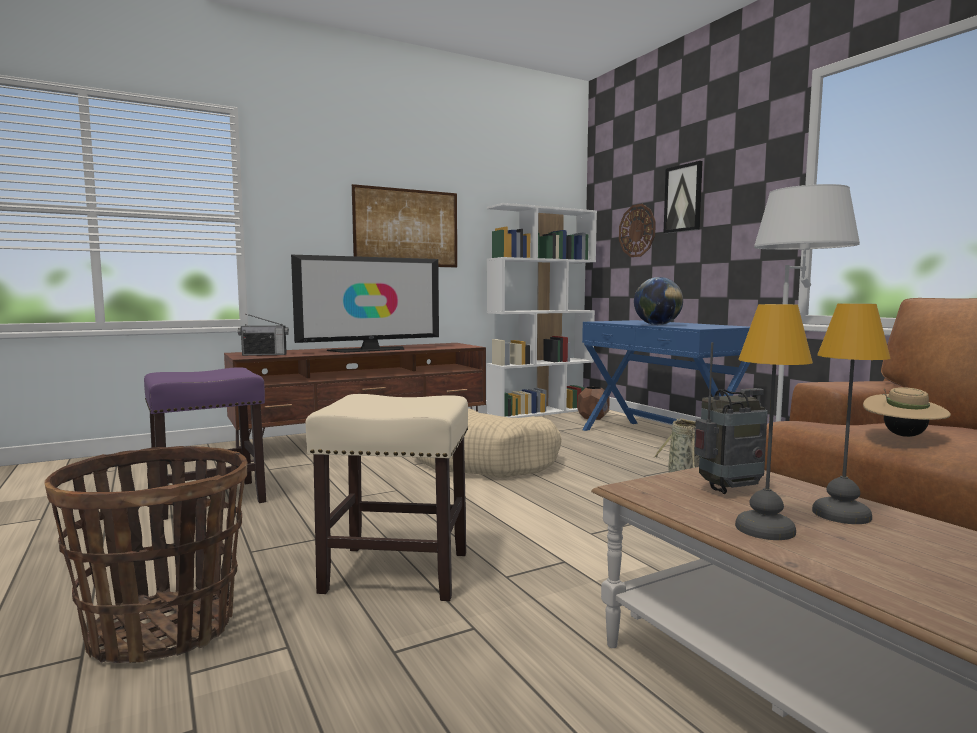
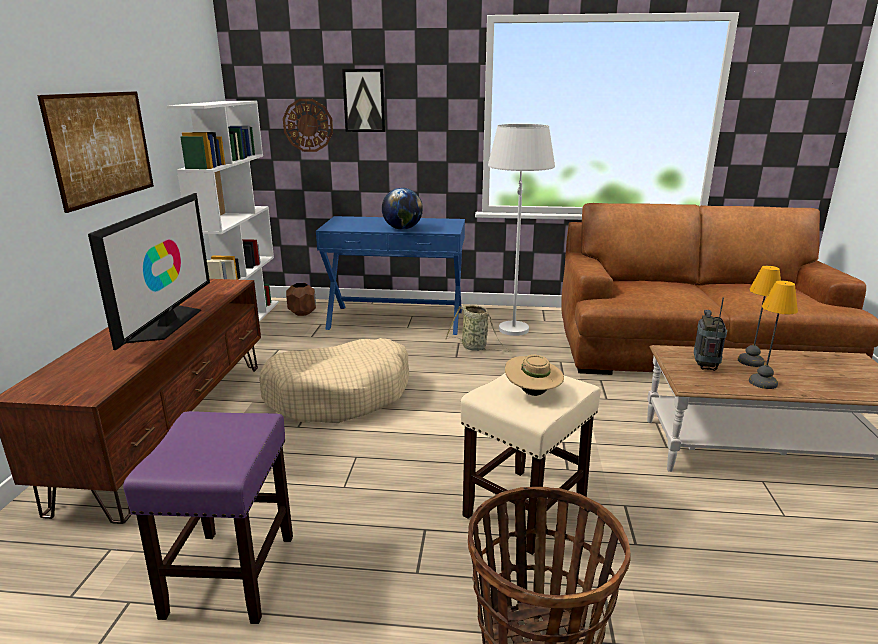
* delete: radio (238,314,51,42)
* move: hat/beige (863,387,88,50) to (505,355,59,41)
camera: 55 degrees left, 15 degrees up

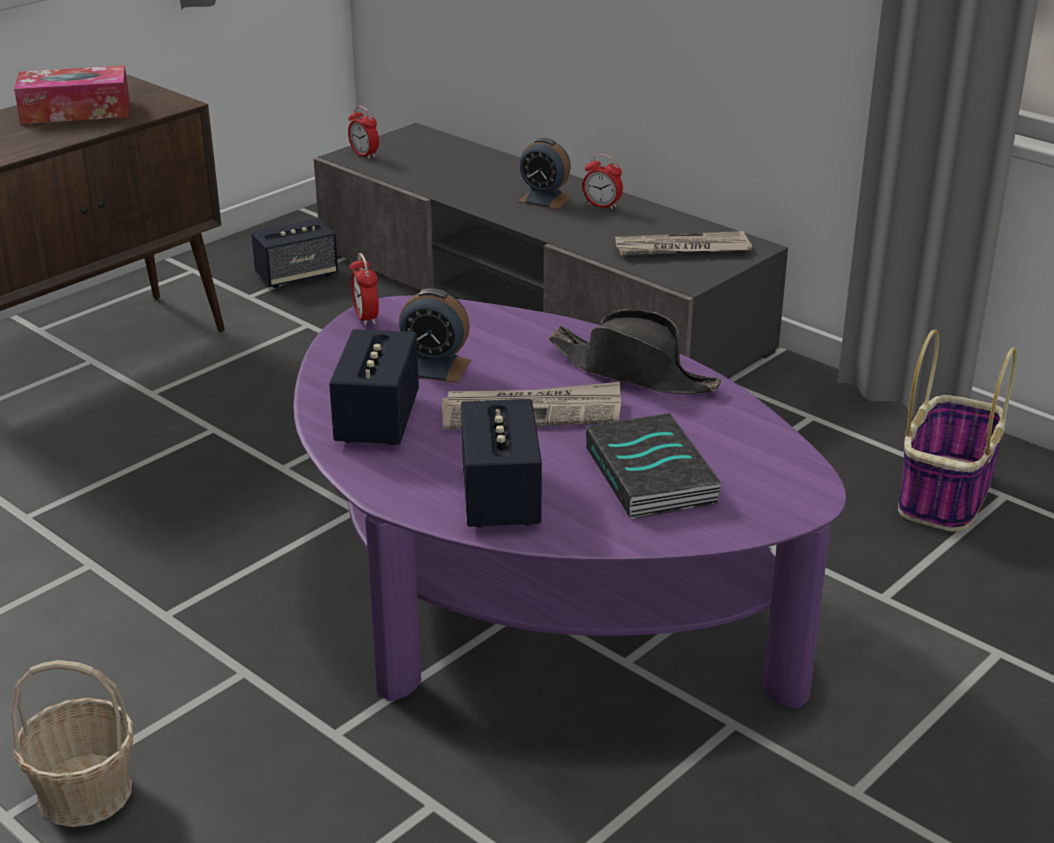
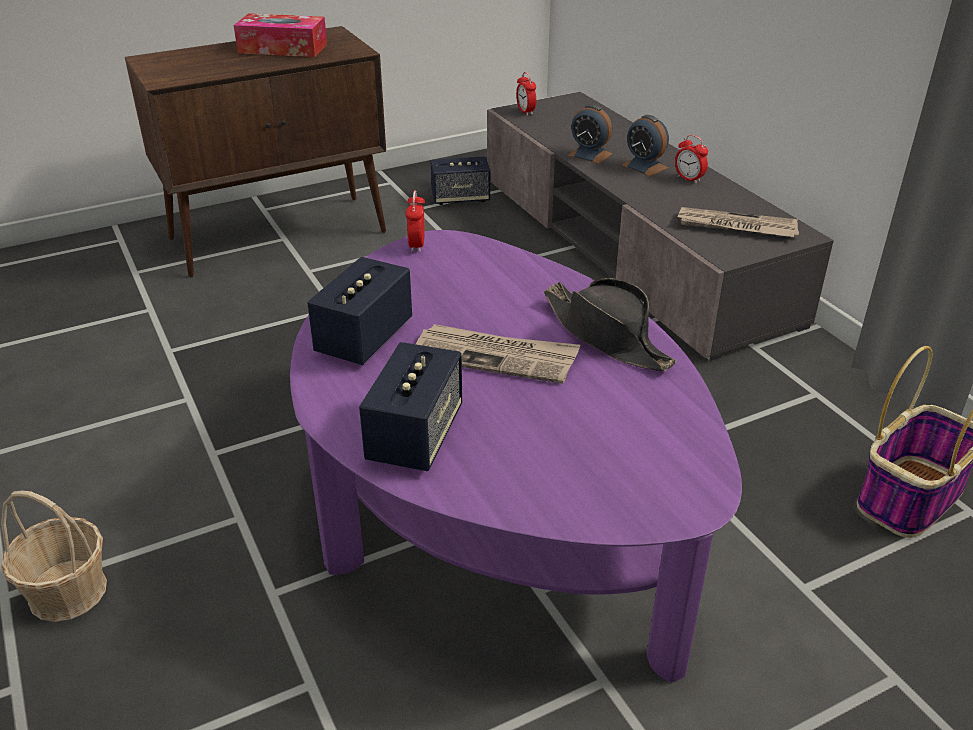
* delete: book (586,413,136,106)
* move: alarm clock (399,288,72,95) to (568,104,45,60)
camera: 20 degrees right, 5 degrees up

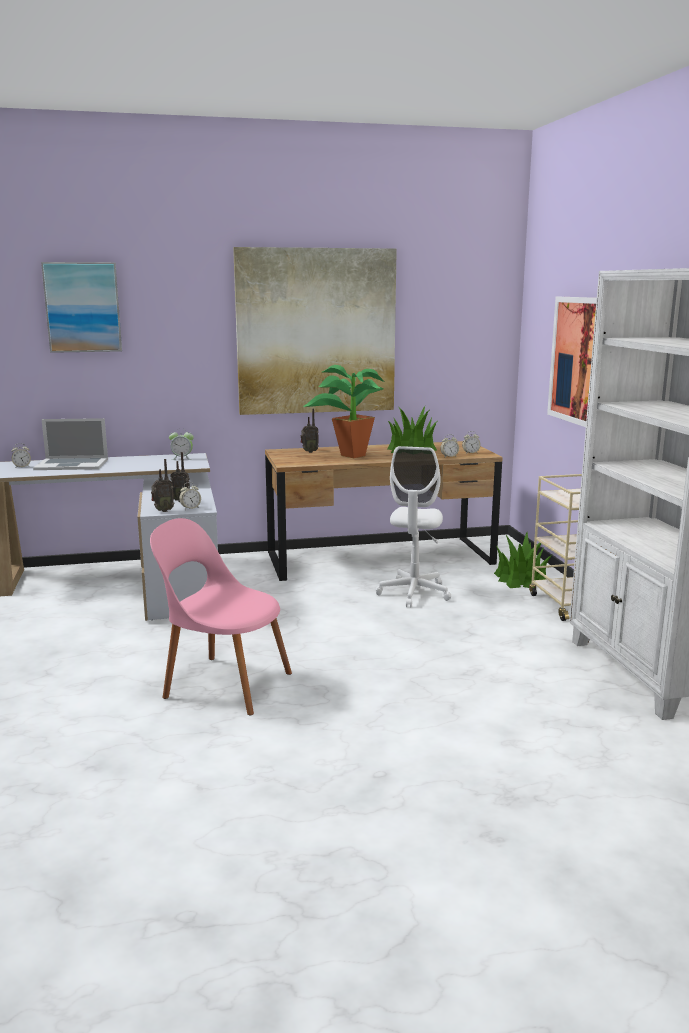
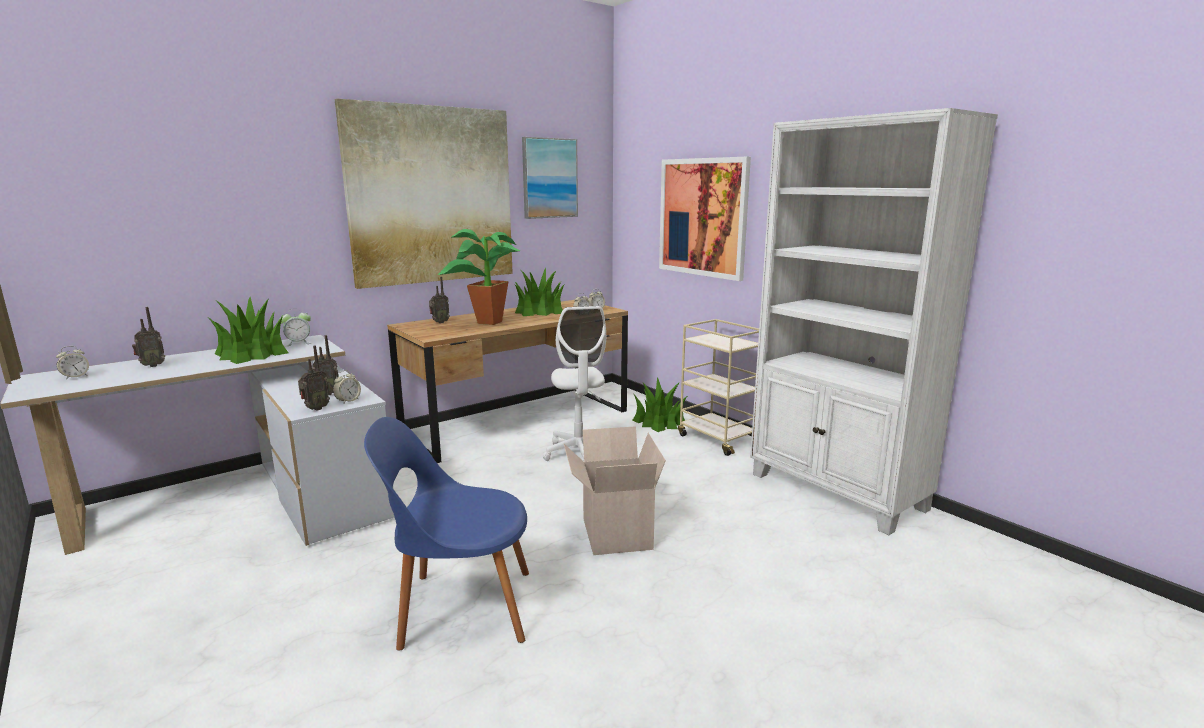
* insert: potted plant (209,297,79,67)
* insert: cardboard box (564,426,102,129)
* move: picture (41,262,81,91) to (522,137,56,82)
* replace: laptop (33,418,75,52) to radio (132,307,33,60)
* recolor: chair/pink (150,518,142,197) to chair/blue (364,417,165,234)
camera: 25 degrees left, 0 degrees up

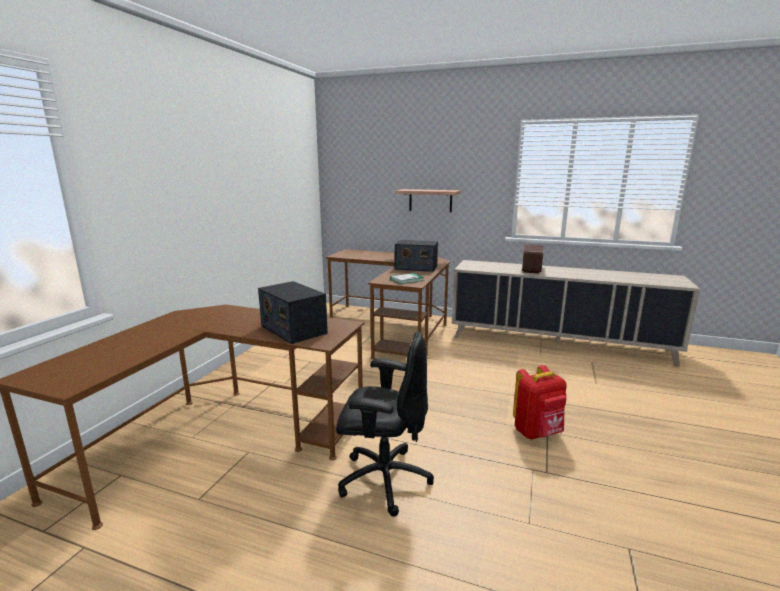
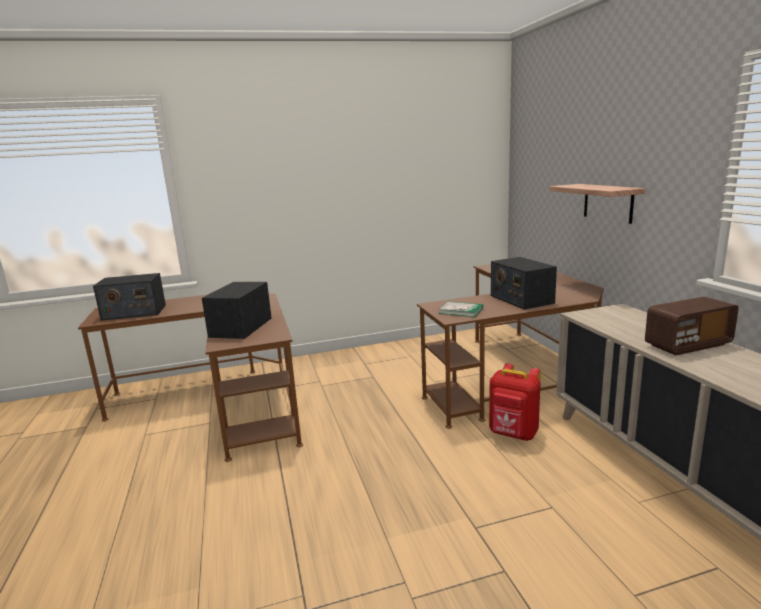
* delete: office chair/black (336,331,98,186)
* insert: radio (93,273,73,48)
* move: backpack/red (513,365,54,74) to (489,363,52,78)
camera: 55 degrees right, 0 degrees up

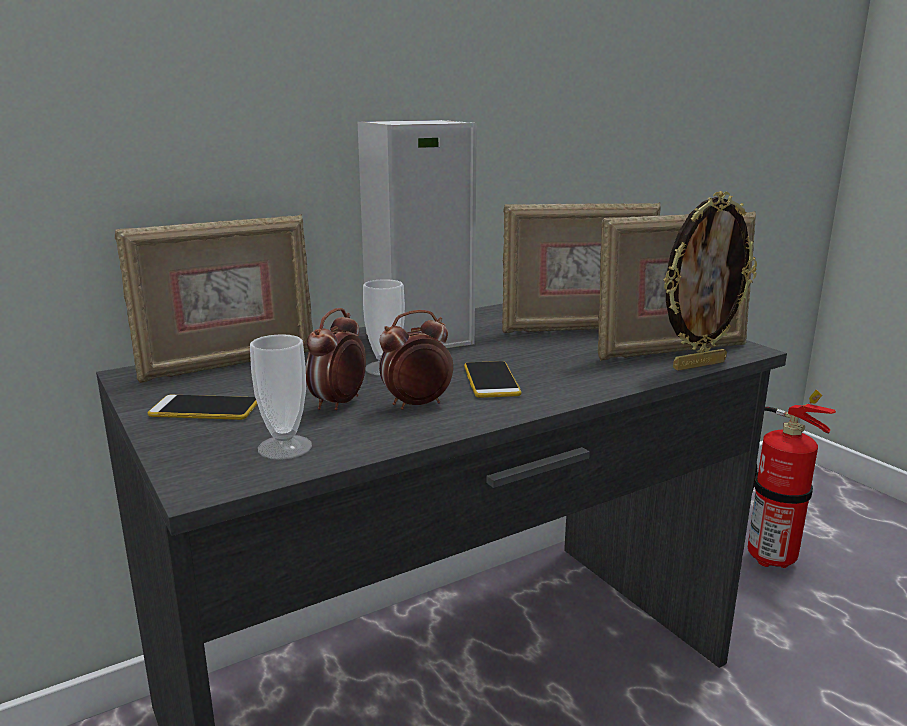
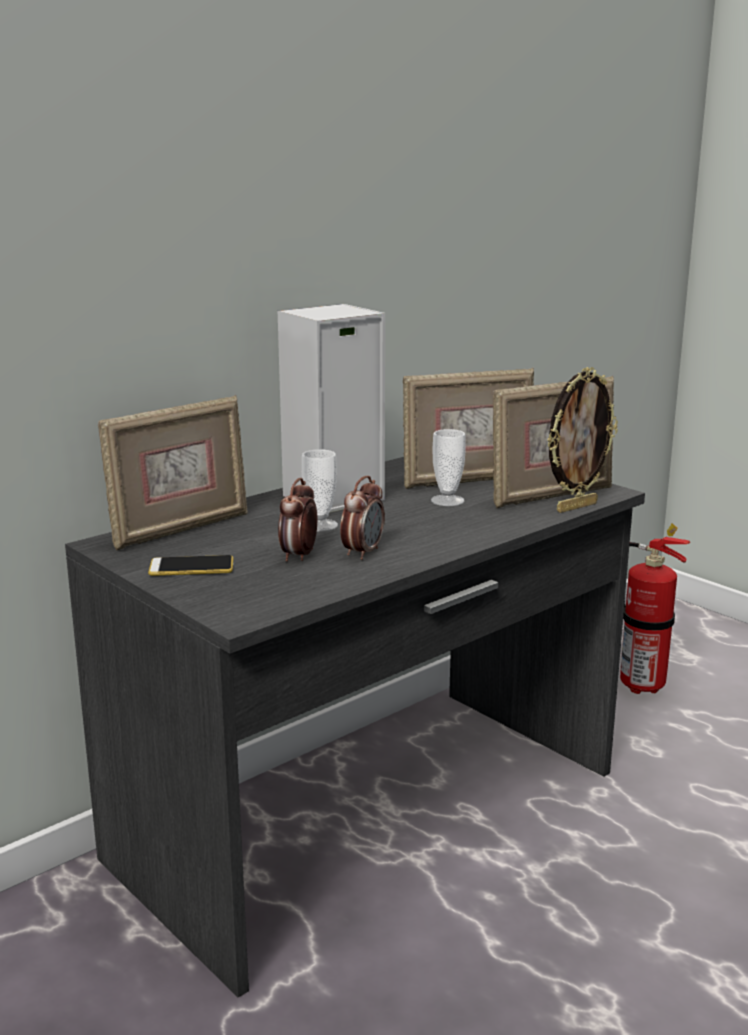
* delete: phone (464,361,58,37)
* move: cup (250,334,62,126) to (431,429,35,77)
* rotate: alarm clock (379,310,74,100) = (340,476,45,84) 150 degrees clockwise
camera: 10 degrees left, 0 degrees up

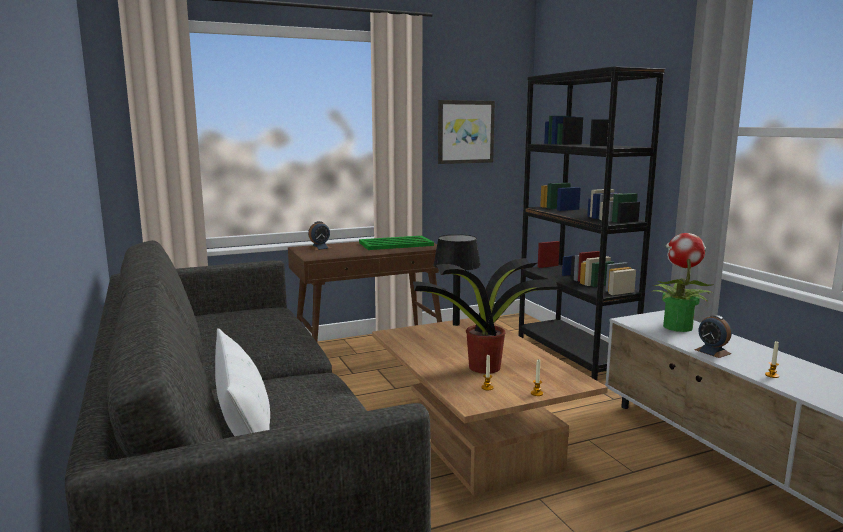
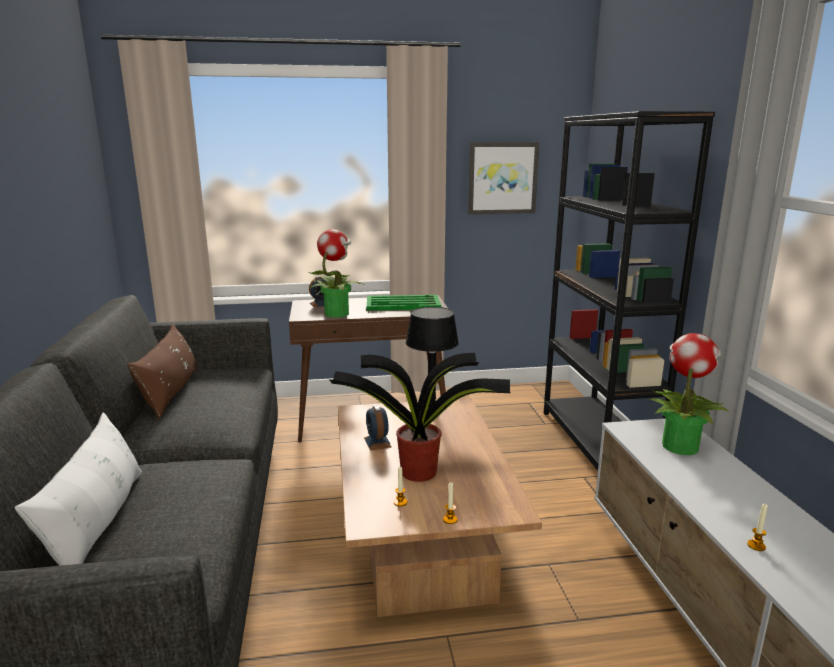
* insert: pillow/brown (127,324,71,95)
* insert: potted plant (309,229,54,89)
* move: alarm clock (694,315,38,43) to (364,405,27,46)
camera: 15 degrees right, 5 degrees up

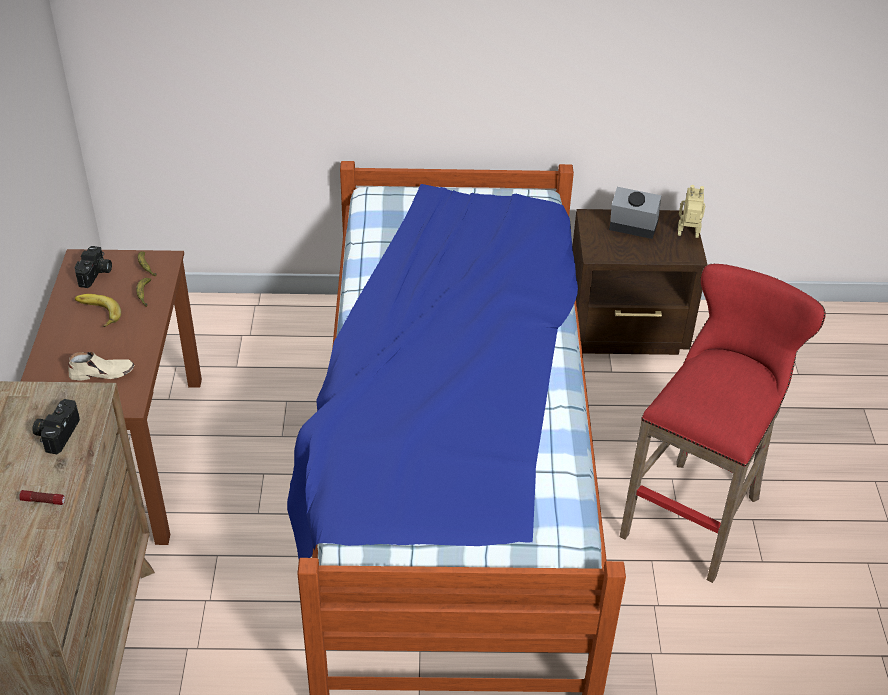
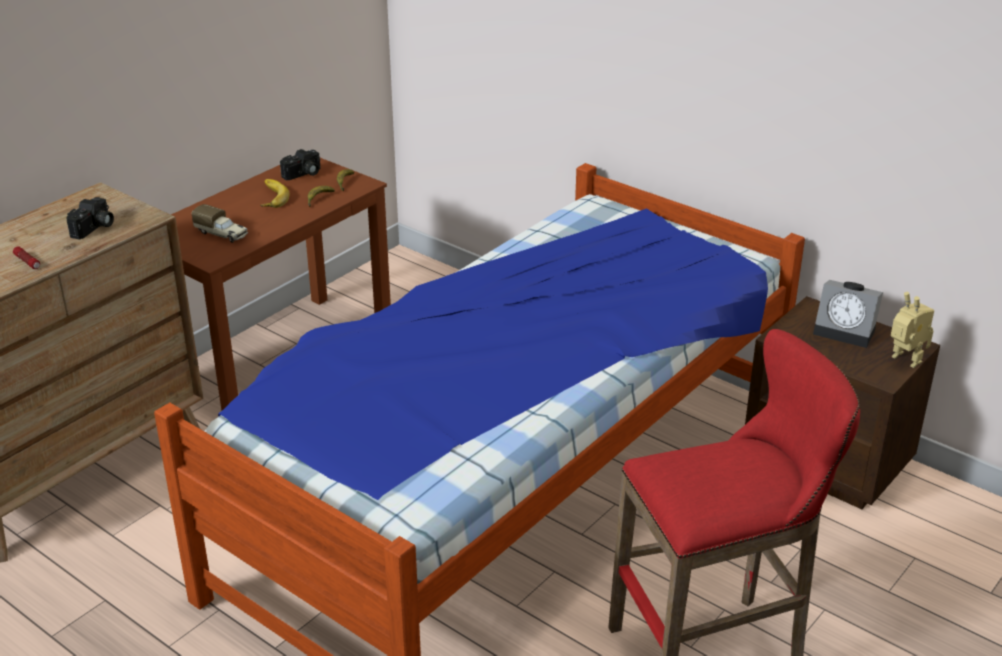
* replace: shoe/beige (69,352,65,29) to toy truck (192,204,56,39)
* rotate: photo camera (33,399,47,55) = (66,197,48,43) 150 degrees clockwise
* rotate: alarm clock (609,187,52,52) = (813,280,70,68) 150 degrees clockwise
camera: 40 degrees right, 10 degrees down

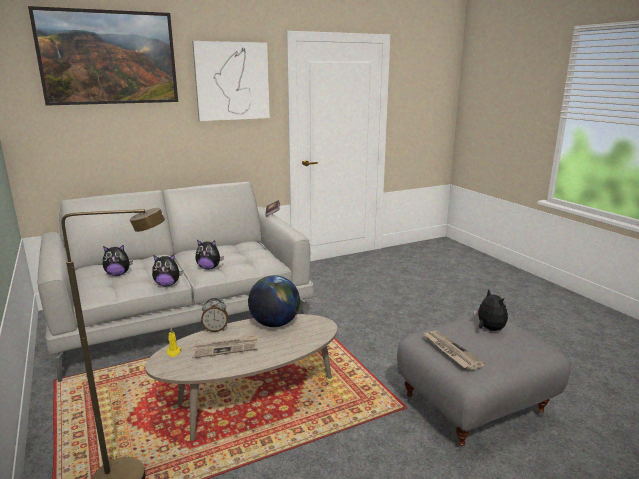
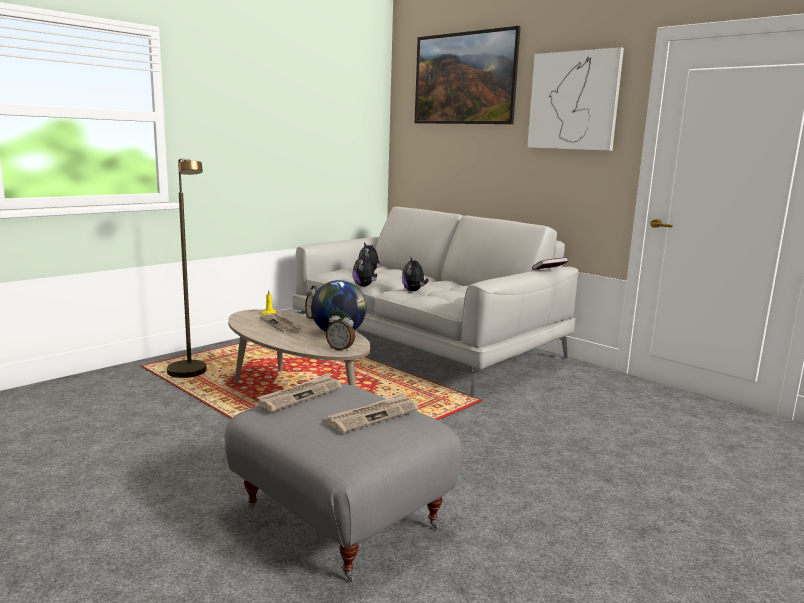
* insert: alarm clock (326,311,29,40)
* replace: plush toy (474,290,34,41) to newspaper (327,393,92,40)
camera: 70 degrees right, 5 degrees down

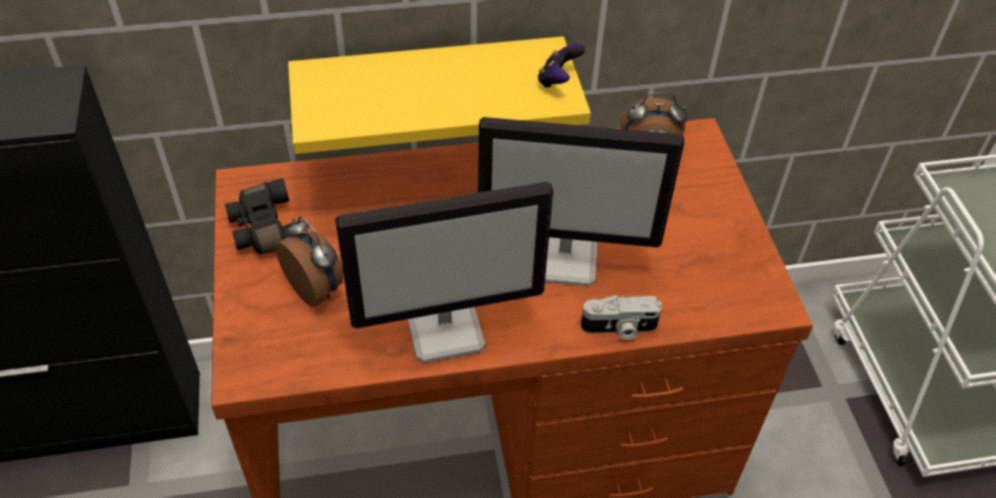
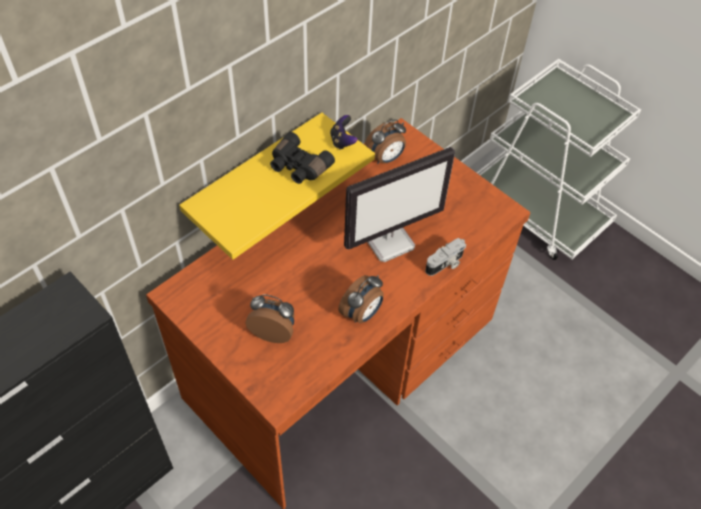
* move: binoculars/black (225,178,75,76) to (270,132,65,52)
* replace: monitor (335,182,218,181) to alarm clock (338,275,46,48)
camera: 35 degrees left, 5 degrees up

